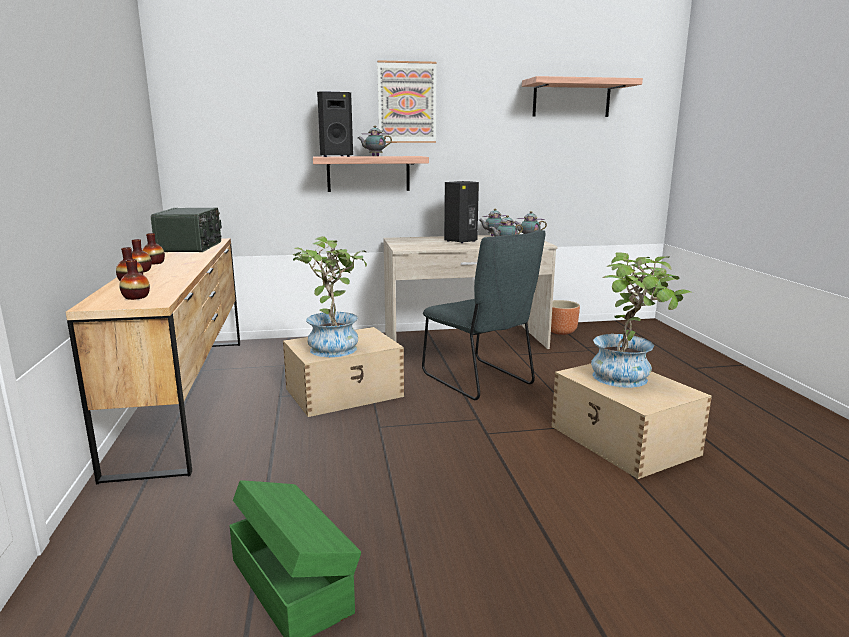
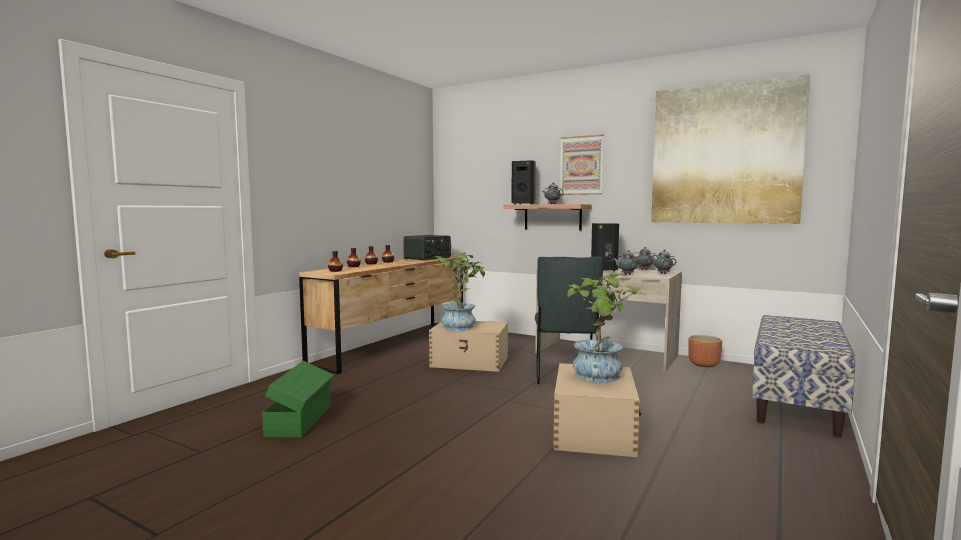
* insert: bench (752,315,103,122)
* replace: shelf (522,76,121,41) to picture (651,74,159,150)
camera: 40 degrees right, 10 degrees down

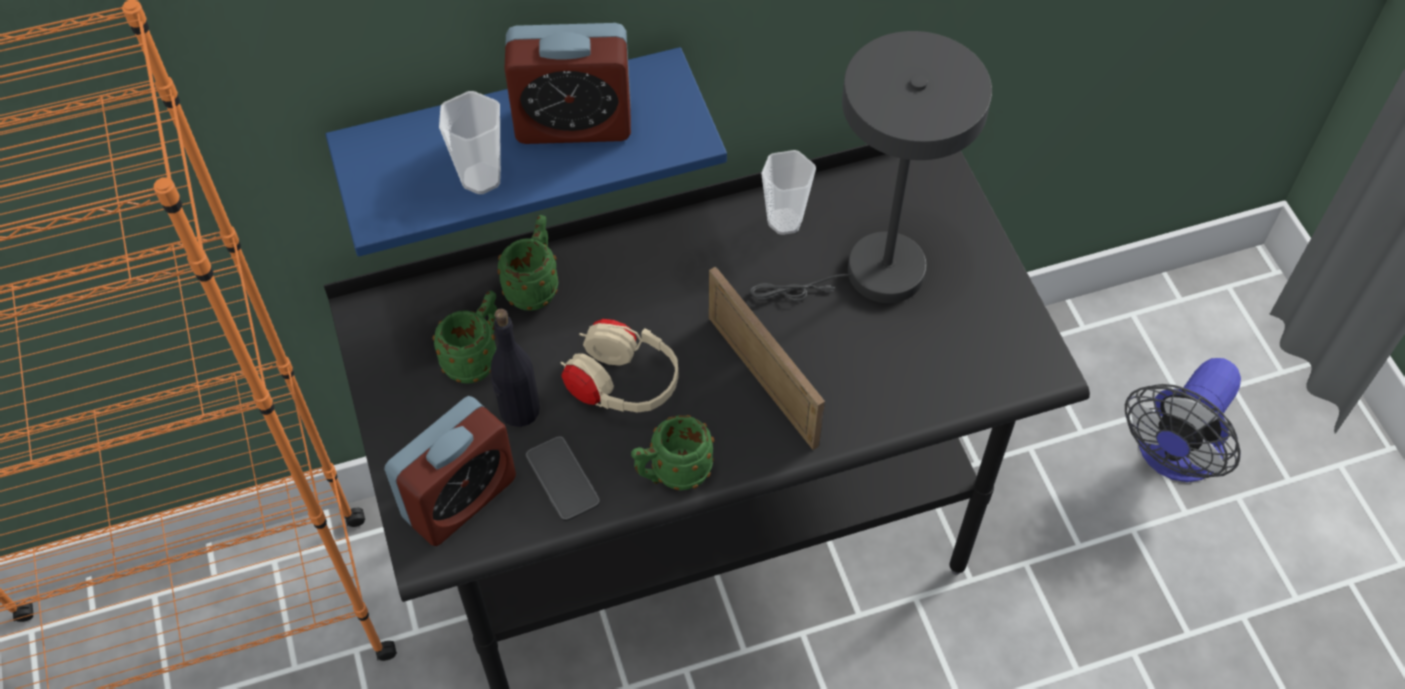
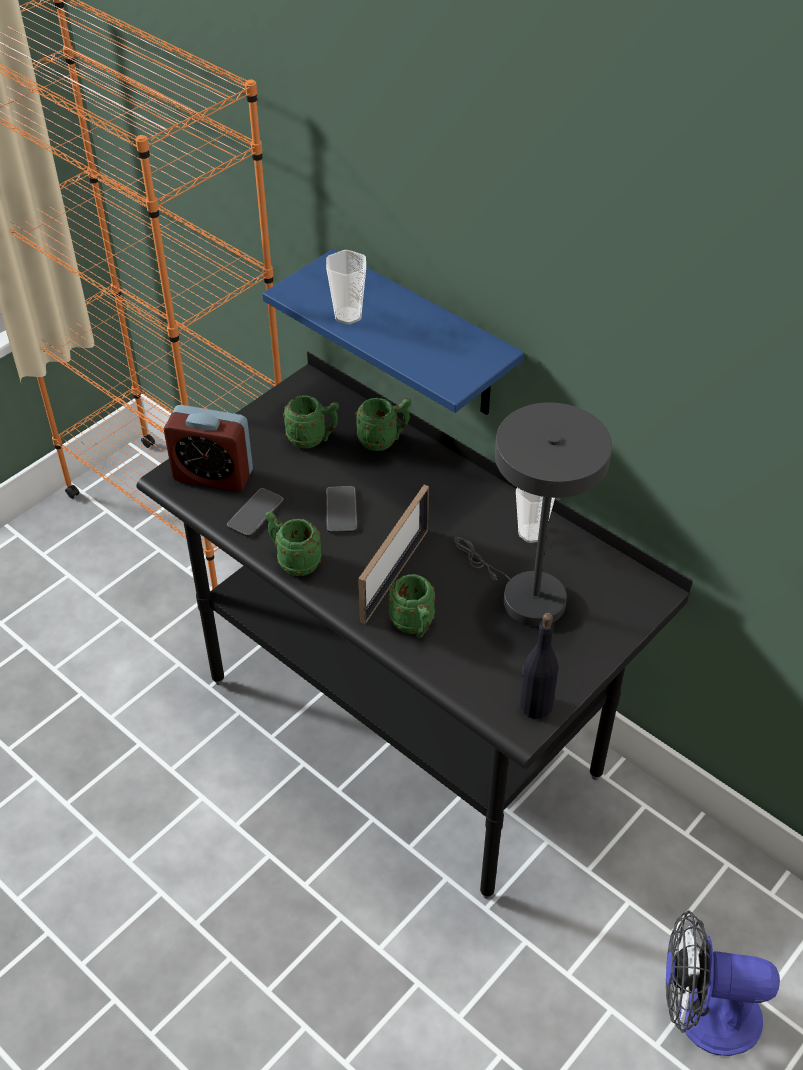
* delete: alarm clock (504,23,127,121)
* insert: mug/green (388,574,47,64)
* move: bottle/black (491,309,49,118) to (520,613,38,106)
* replace: headphones/beige (561,319,118,94) to phone (326,486,31,47)
camera: 60 degrees right, 10 degrees down

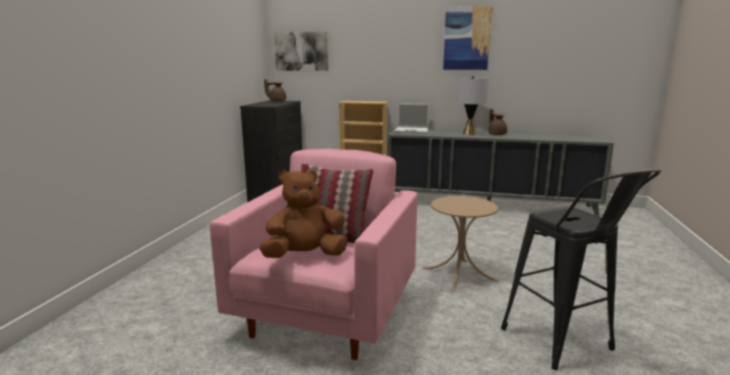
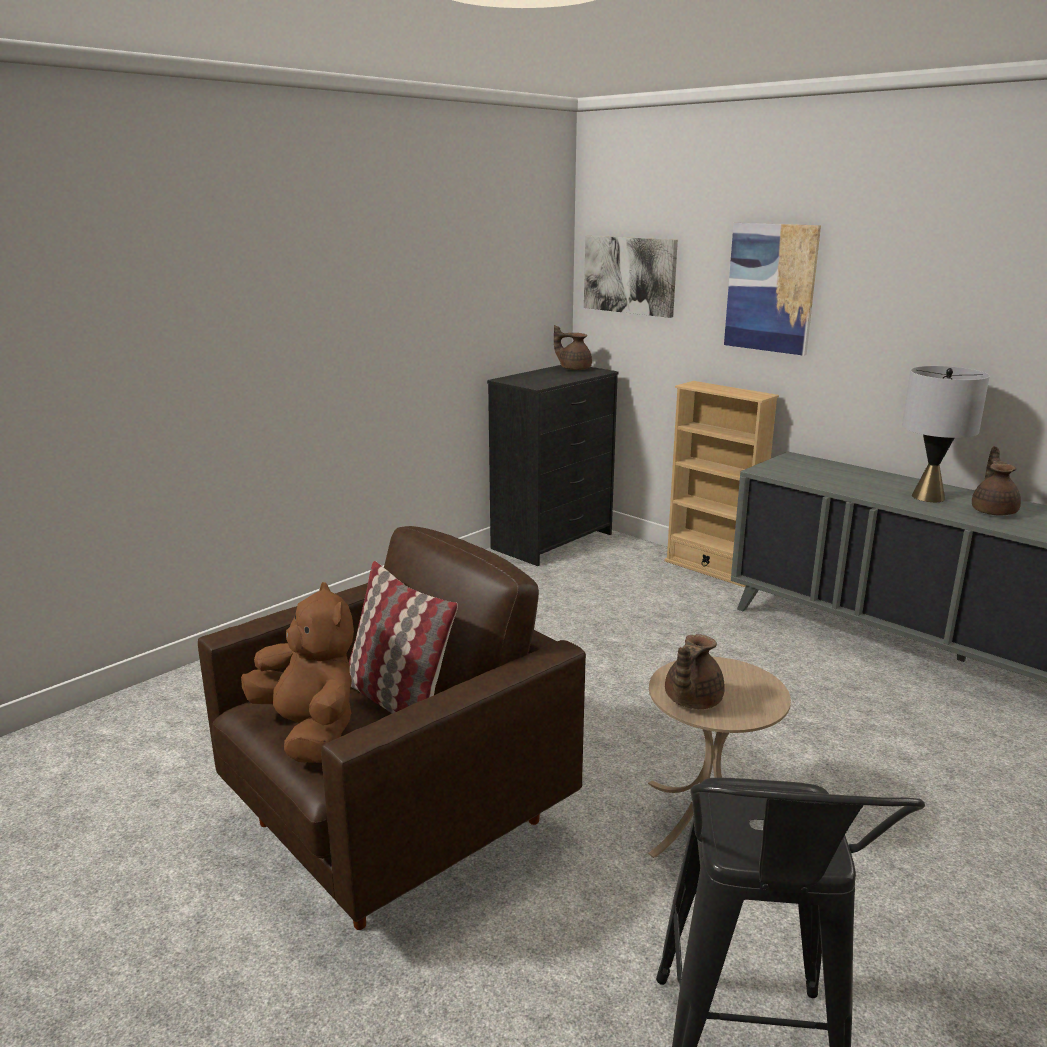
* delete: laptop (394,103,36,30)
* insert: teapot/brown (665,634,60,75)
* move: picture (443,6,50,64) to (724,223,97,133)
* recolor: armchair/pink (210,149,208,211) to armchair/brown (198,526,388,404)
* rotate: plush toy/brown (259,170,89,88) = (241,582,113,181) 45 degrees clockwise
camera: 30 degrees right, 5 degrees up

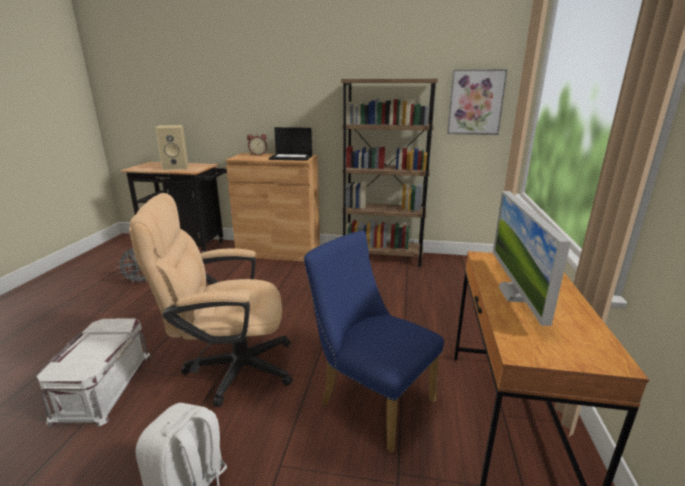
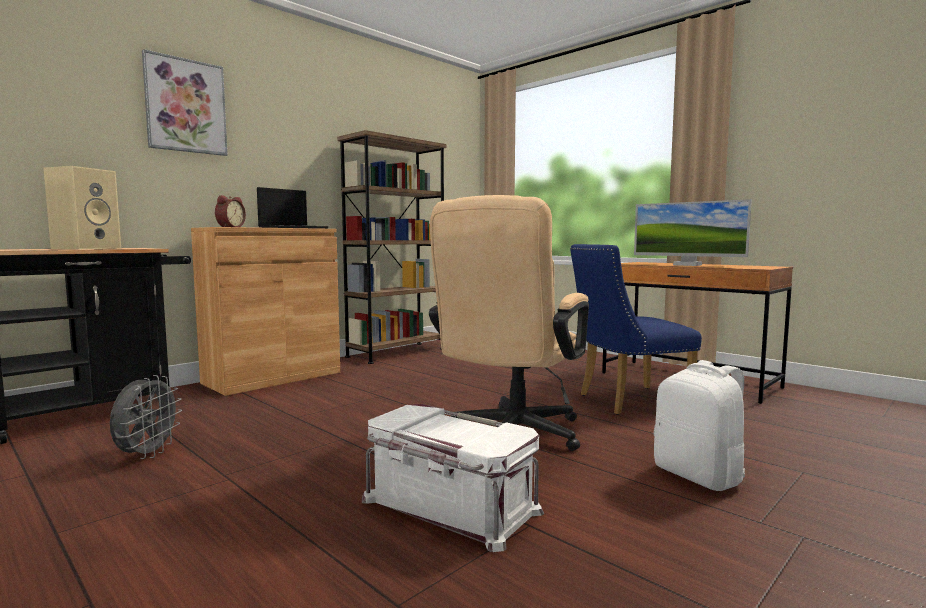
* move: picture (447,69,61,66) to (142,49,86,107)
camera: 55 degrees left, 15 degrees down

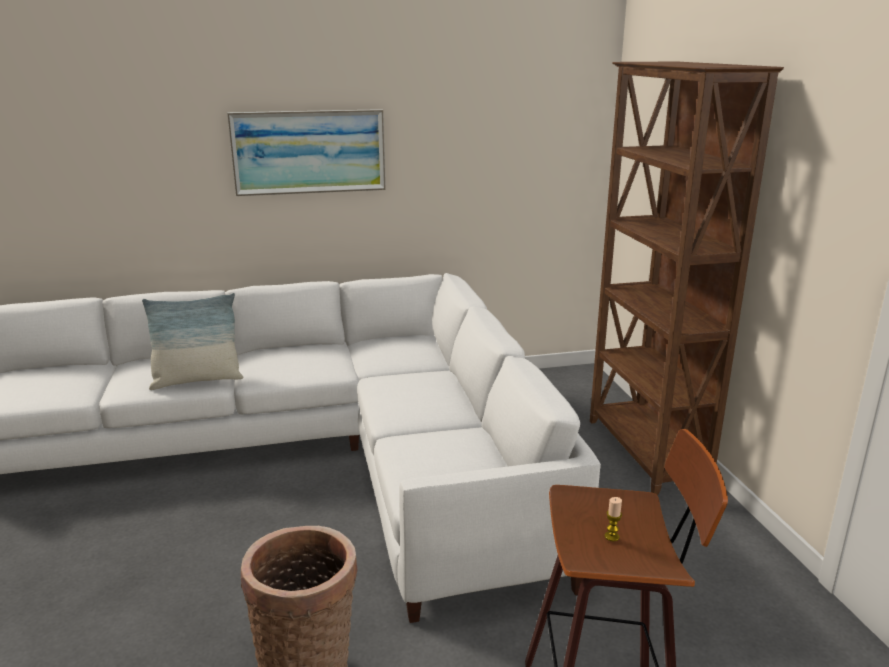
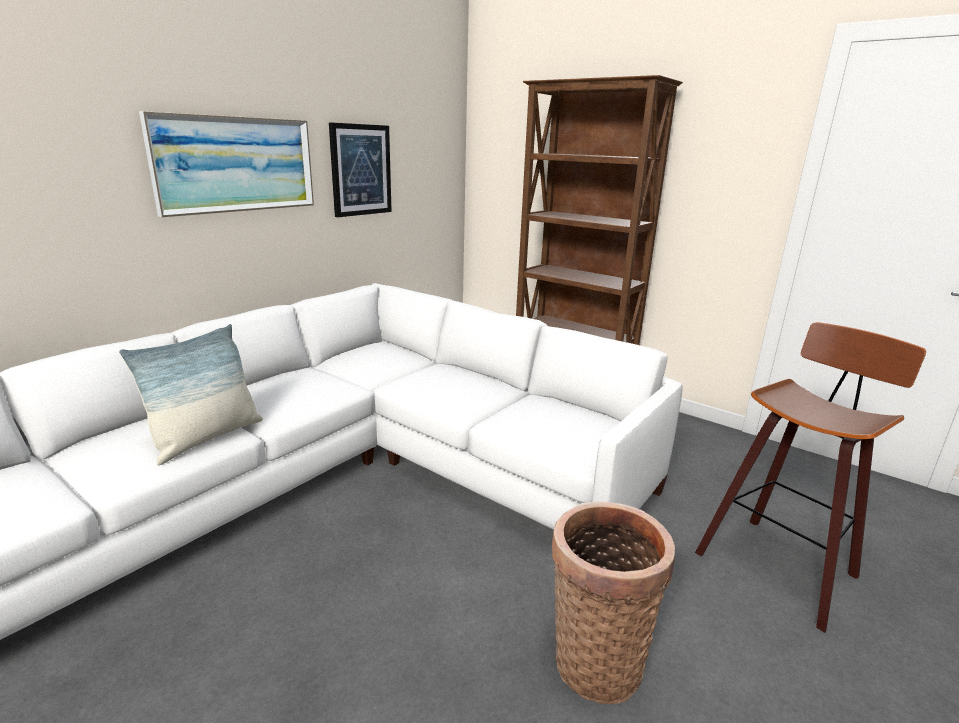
* delete: candle (605,497,17,45)
* insert: picture (329,122,63,95)
camera: 40 degrees left, 0 degrees up

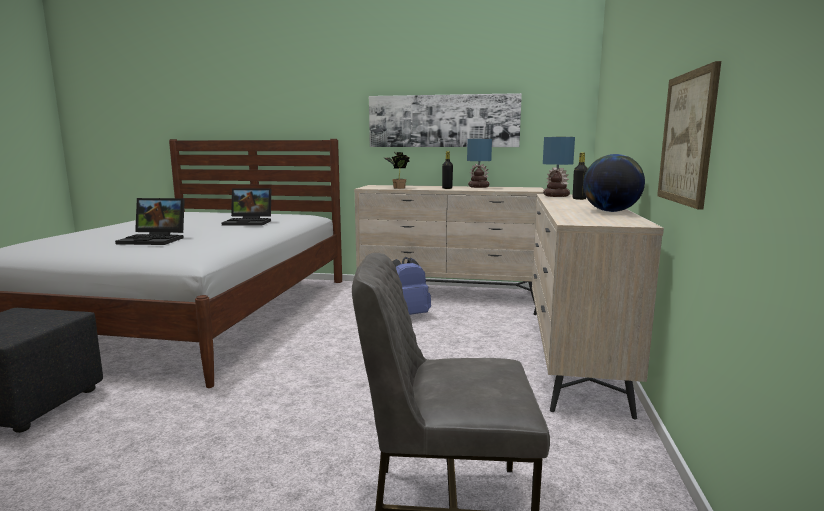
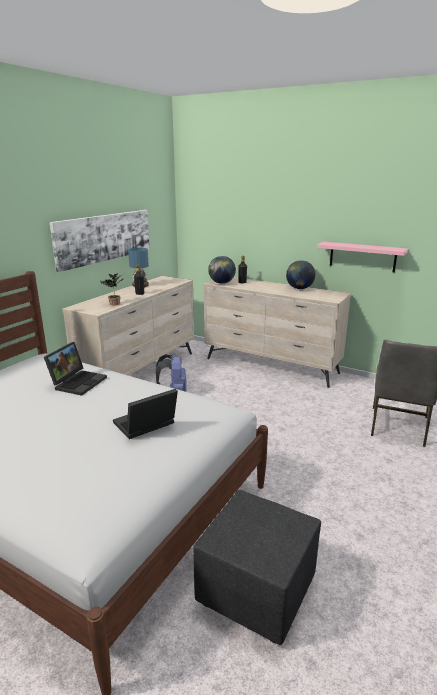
* replace: table lamp (543,137,32,60) to globe (208,256,28,28)
* replace: picture (657,61,64,149) to shelf/pink (317,242,91,31)
* rotate: laptop (115,198,70,47) = (113,389,65,50) 150 degrees counterclockwise
camera: 70 degrees left, 10 degrees up

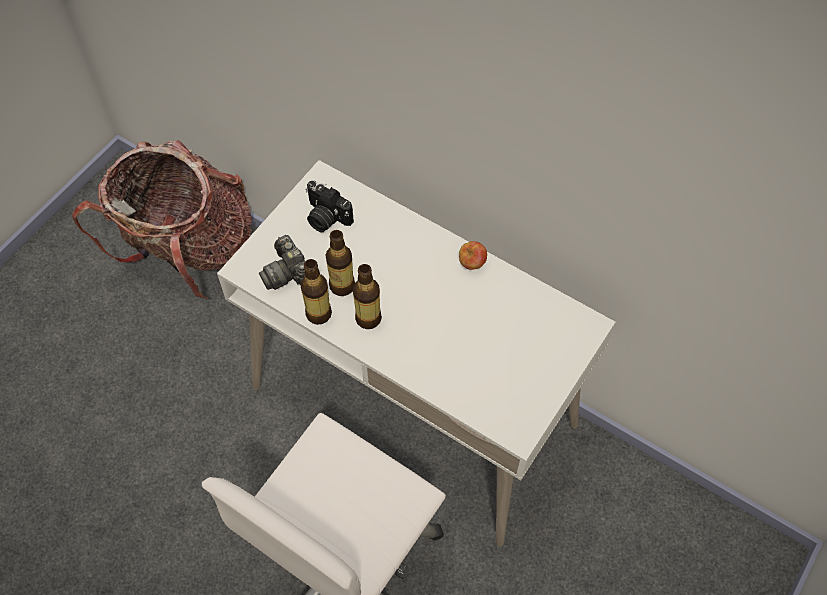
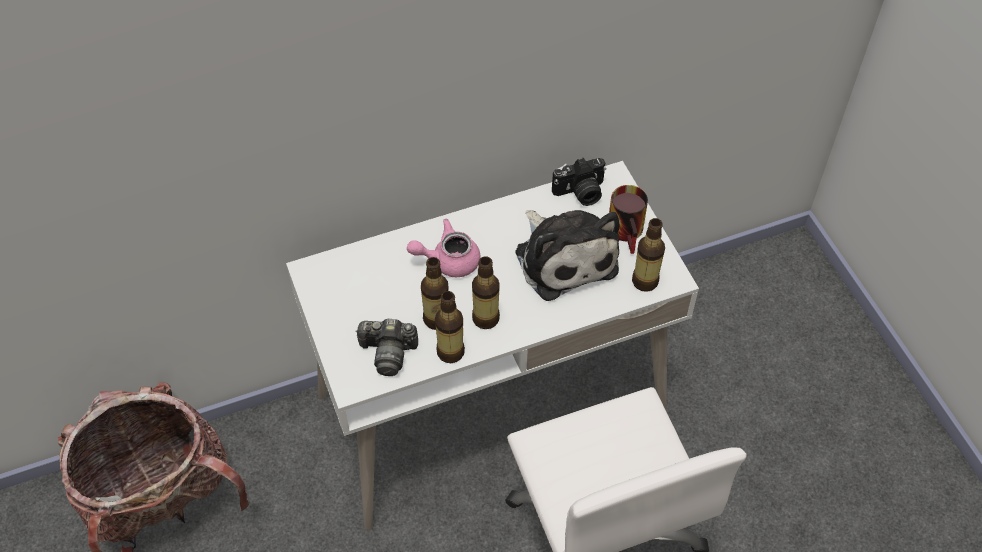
* delete: apple (459,241,28,29)
* insert: teapot/pink (407,219,73,58)
* insert: plush toy (515,210,104,91)
* insert: mug (609,185,39,69)
* insert: bottle (632,218,33,74)
* move: photo camera (305,181,49,51) to (552,158,54,48)
camera: 55 degrees left, 5 degrees down

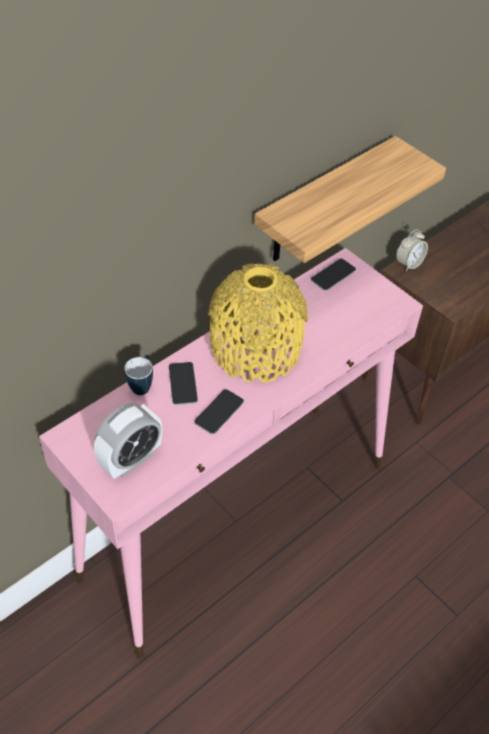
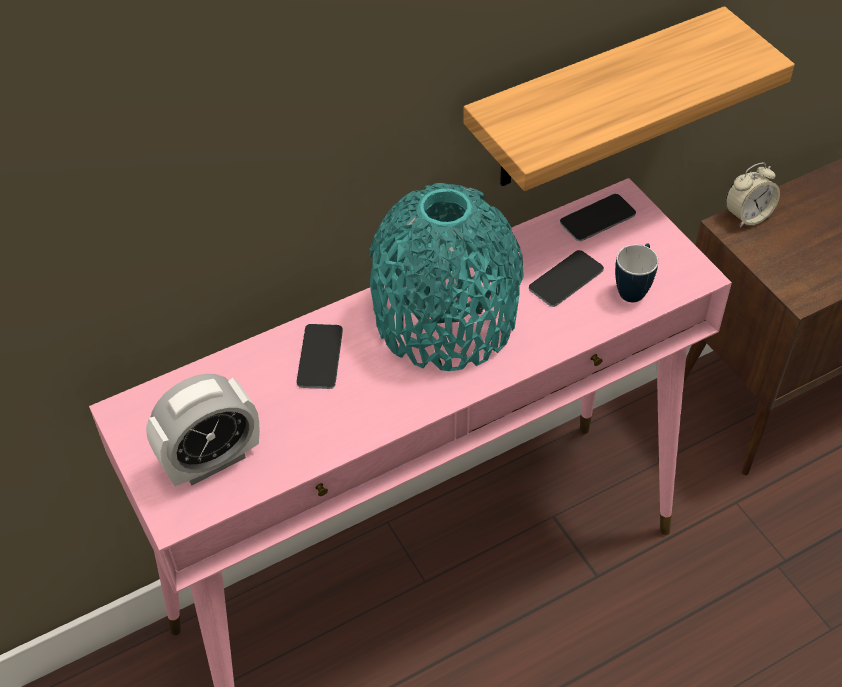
* move: mug (124,355,29,40) to (615,243,43,59)
* move: phone (194,389,50,45) to (529,250,75,57)
* recolor: vase/yellow (208,264,100,119) to vase/turquoise (369,183,155,188)
camera: 15 degrees right, 0 degrees up

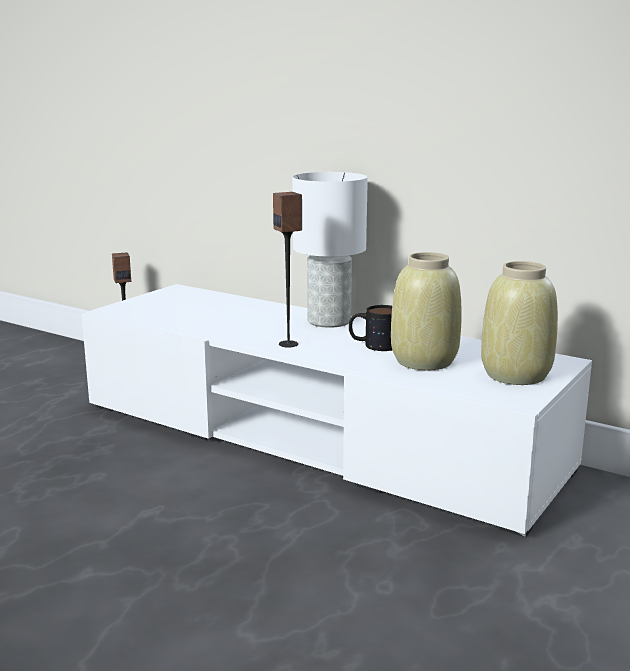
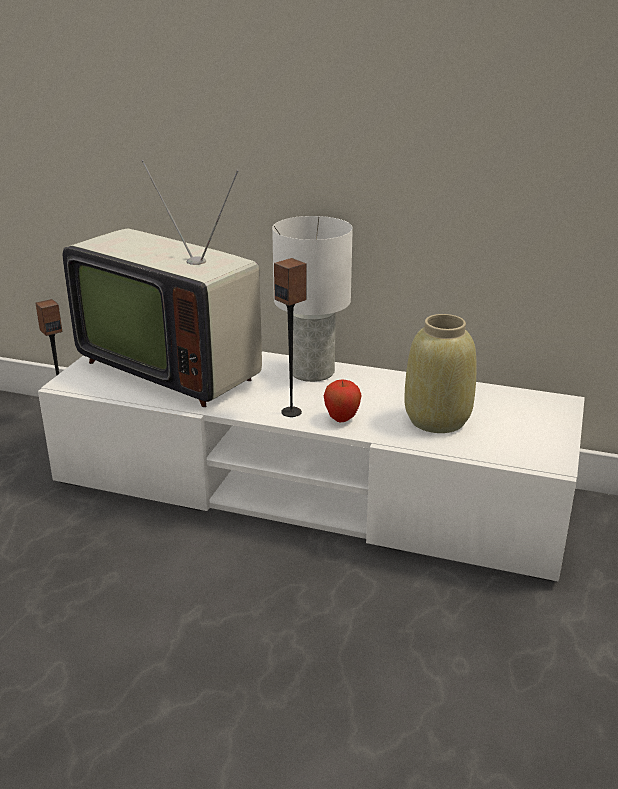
* delete: mug (349,305,43,46)
* delete: vase/beige (481,261,77,124)
* insert: television (62,160,200,247)
* insert: apple (324,380,38,42)
camera: 15 degrees left, 10 degrees up

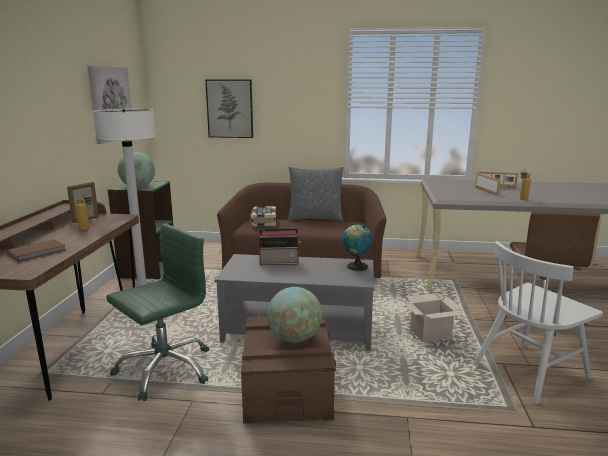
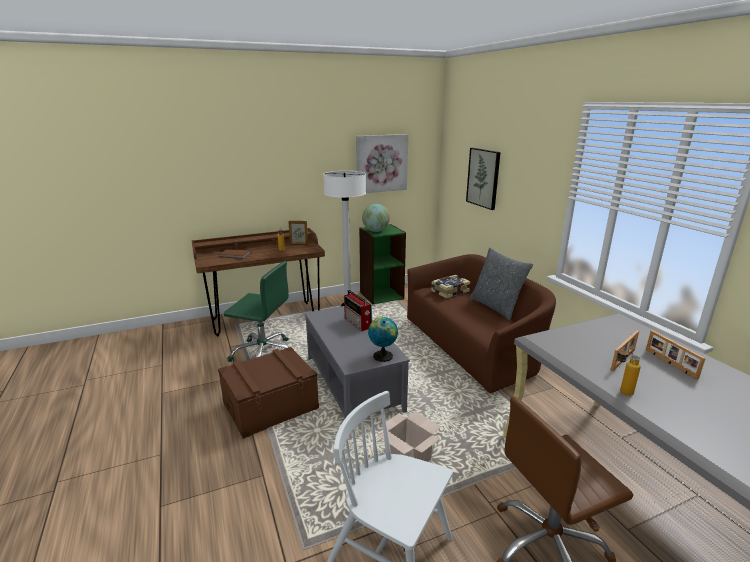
* delete: globe (267,287,55,56)
camera: 60 degrees right, 5 degrees up

